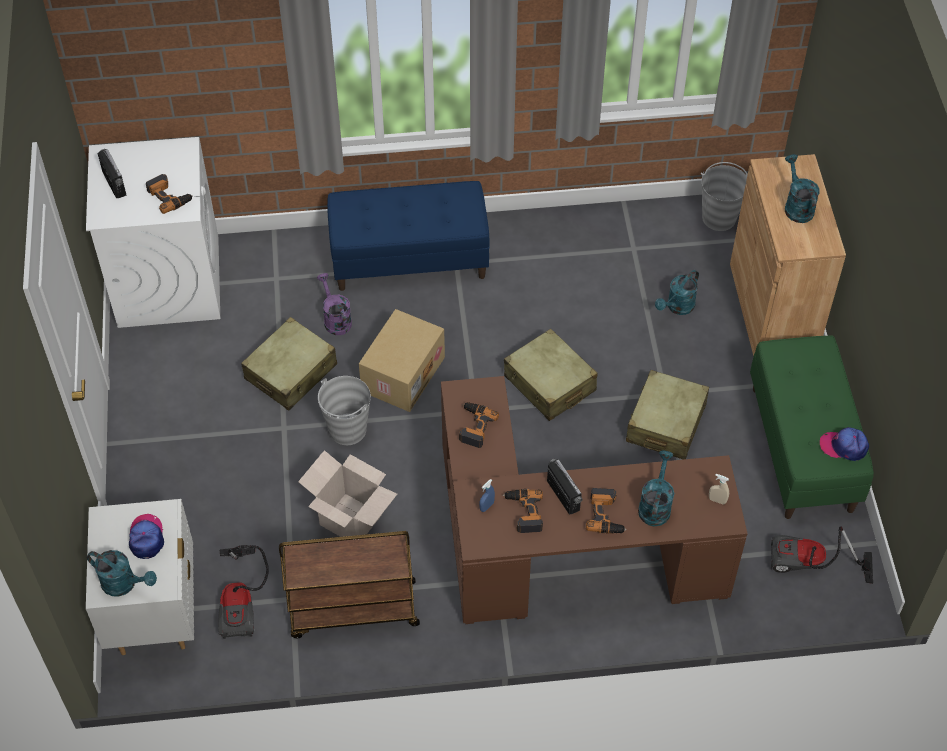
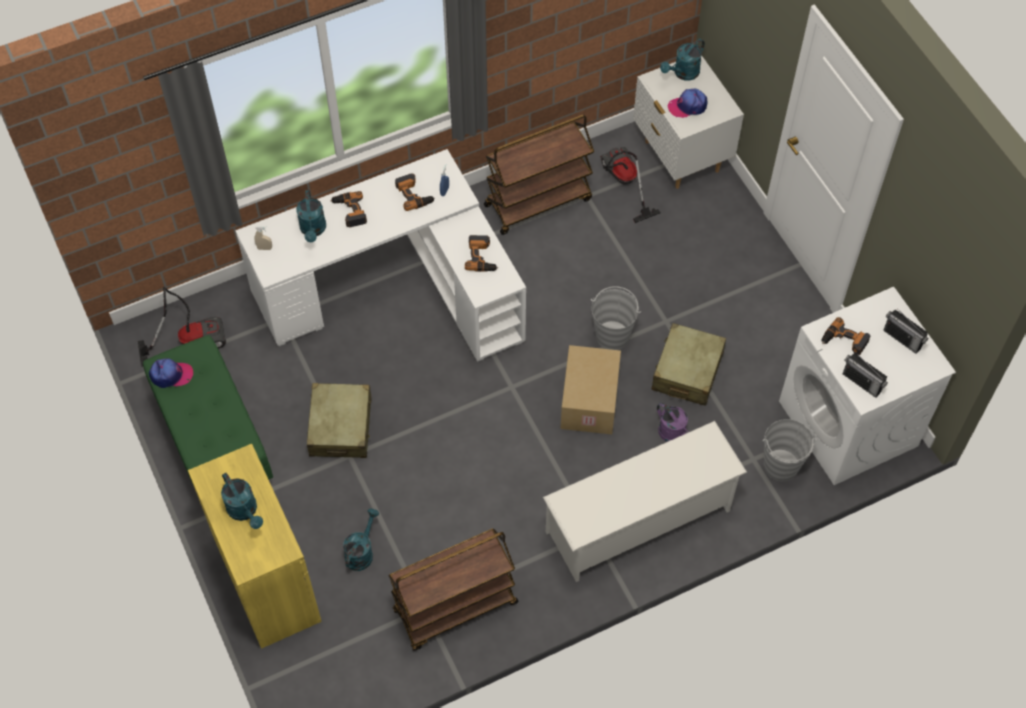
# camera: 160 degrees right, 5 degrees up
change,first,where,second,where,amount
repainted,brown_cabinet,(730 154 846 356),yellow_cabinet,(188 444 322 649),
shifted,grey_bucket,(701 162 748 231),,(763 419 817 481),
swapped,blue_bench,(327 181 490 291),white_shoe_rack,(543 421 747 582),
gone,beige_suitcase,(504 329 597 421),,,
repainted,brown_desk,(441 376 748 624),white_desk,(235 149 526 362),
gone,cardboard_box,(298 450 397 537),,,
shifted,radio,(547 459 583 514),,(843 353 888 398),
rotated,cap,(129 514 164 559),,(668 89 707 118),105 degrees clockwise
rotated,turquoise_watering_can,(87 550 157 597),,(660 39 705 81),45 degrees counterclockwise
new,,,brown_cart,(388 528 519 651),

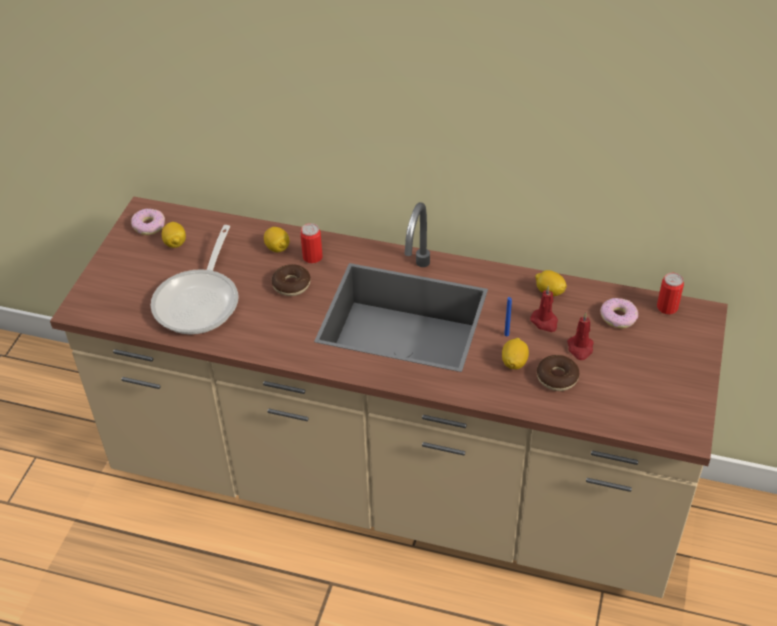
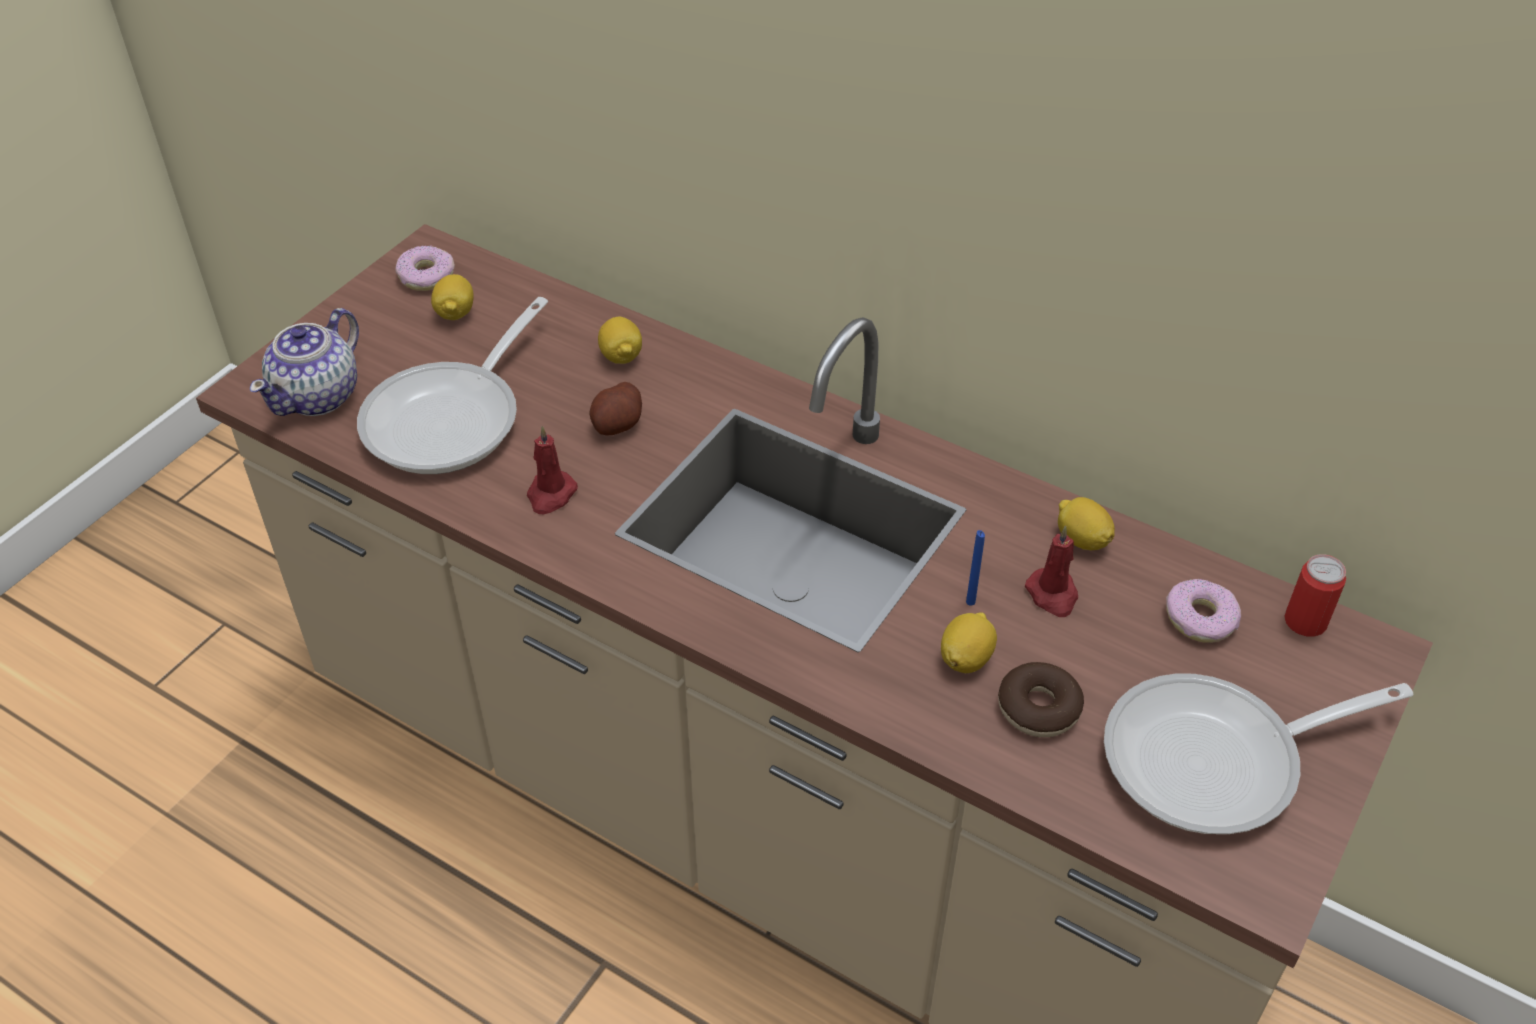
# camera: 15 degrees right, 0 degrees up
change,first,where,second,where,amount
gone,can,(300 223 323 264),,,
swapped,donut,(271 264 310 296),potato,(589 382 642 435),
shifted,red_candle,(567 312 593 360),,(527 426 578 515),
new,,,teapot,(250 308 359 416),
new,,,frying_pan,(1104 673 1413 834),

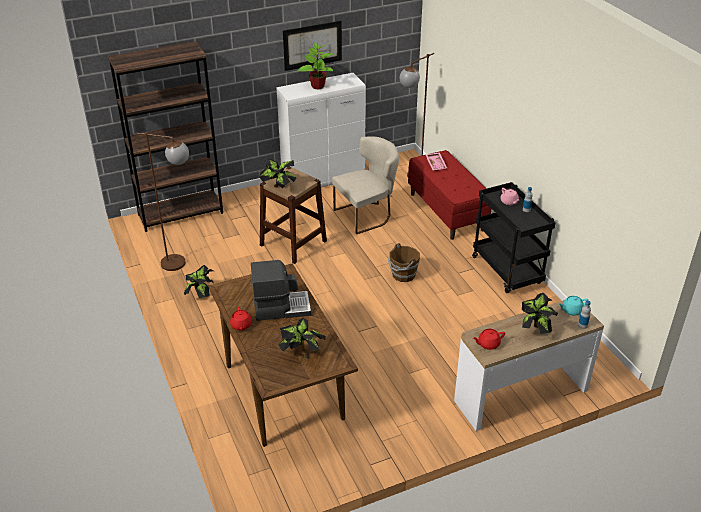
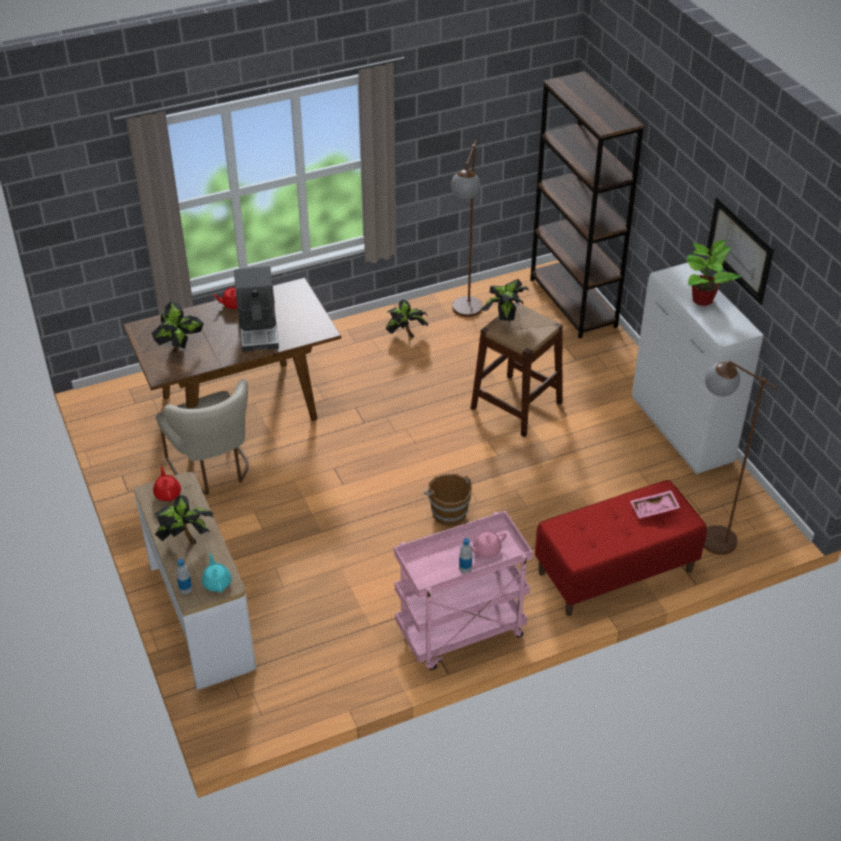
# camera: 90 degrees right, 5 degrees up
change,first,where,second,where,amount
shifted,beige_chair,(332 137 399 234),,(156 379 249 495),
repainted,black_cart,(472 182 556 293),pink_cart,(394 511 533 670),

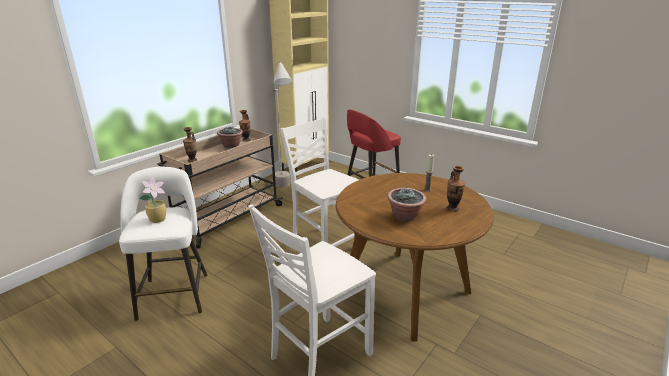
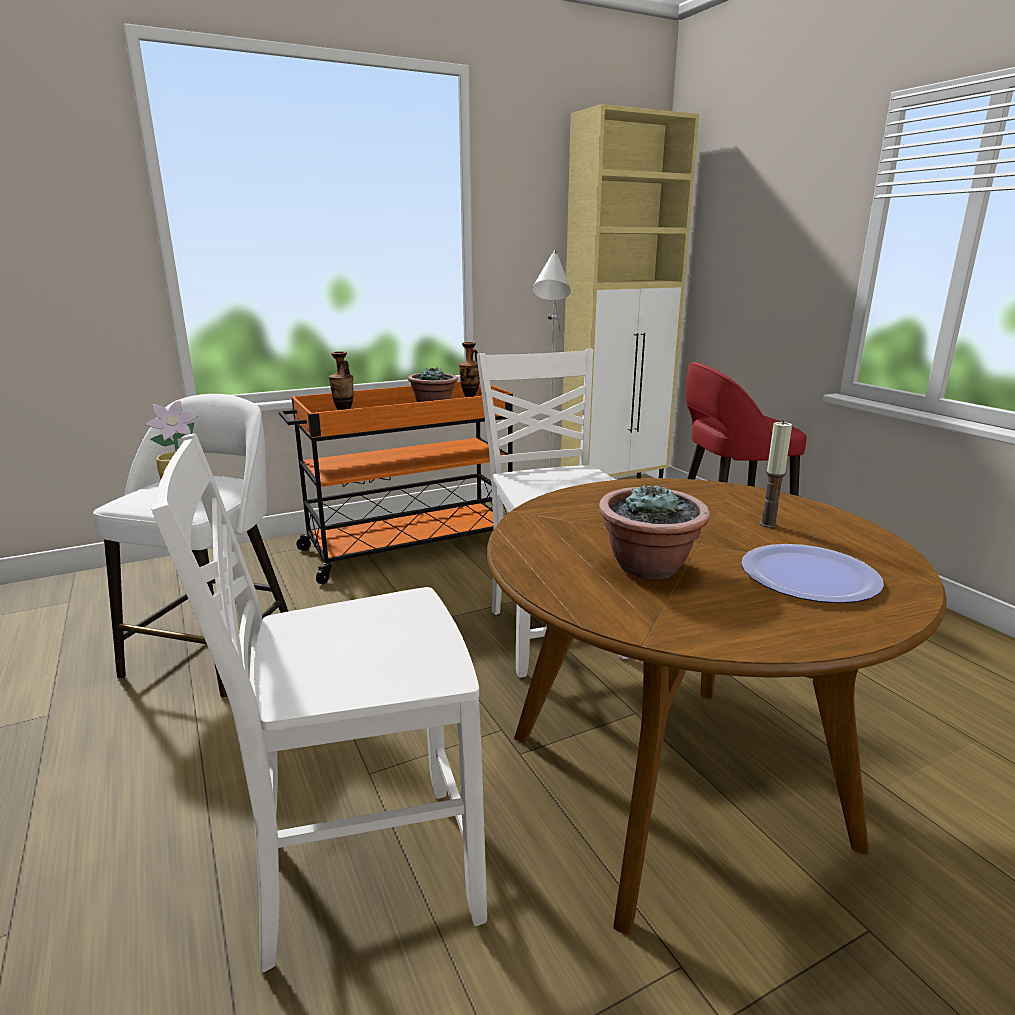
# camera: 25 degrees right, 5 degrees down
change,first,where,second,where,amount
repainted,beige_cart,(157 129 283 249),orange_cart,(279 381 513 584),
swapped,vase,(446 166 465 212),plate,(741 544 884 603),

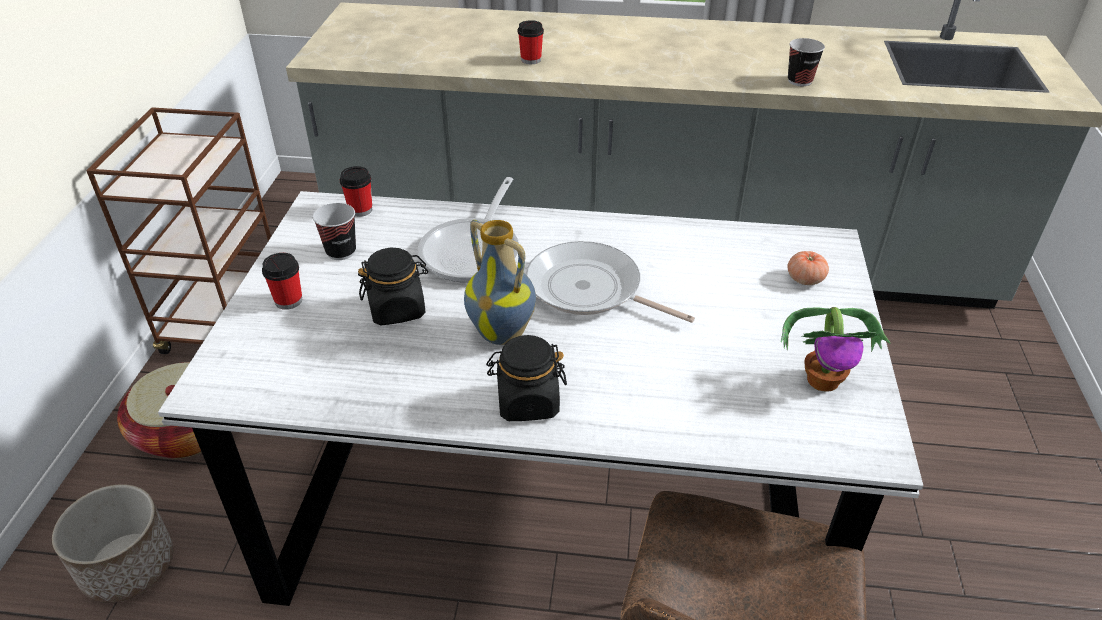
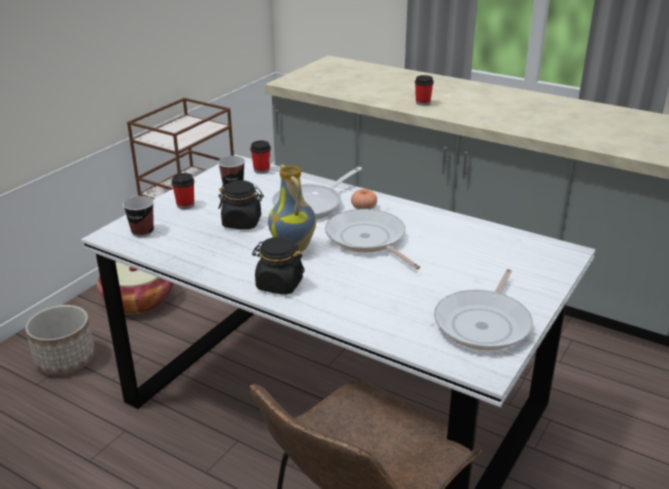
# camera: 25 degrees right, 10 degrees down
change,first,where,second,where,amount
shifted,cup,(788 38 825 86),,(123 196 154 237),
shifted,tomato,(787 251 829 285),,(351 189 377 209),
swapped,potted_plant,(781 307 891 392),frying_pan,(434 269 533 351),

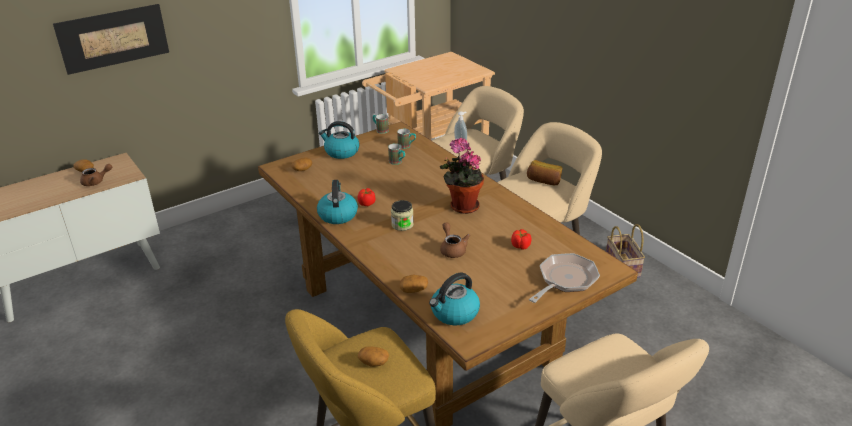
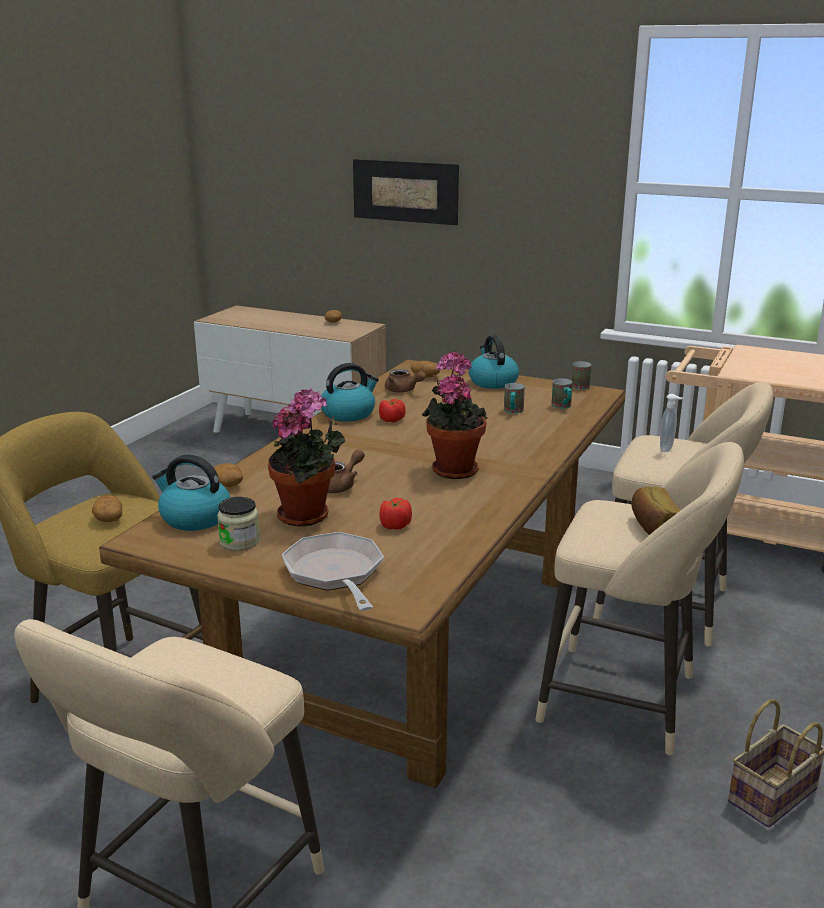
# camera: 60 degrees right, 10 degrees down
change,first,where,second,where,amount
shifted,brown_teapot,(80 164 112 186),,(385 369 426 393),
shifted,jar,(391 200 414 231),,(217 497 260 551),
rotated,frying_pan,(529 253 600 303),,(282 532 384 611),120 degrees counterclockwise
new,,,potted_plant,(268 388 345 527),

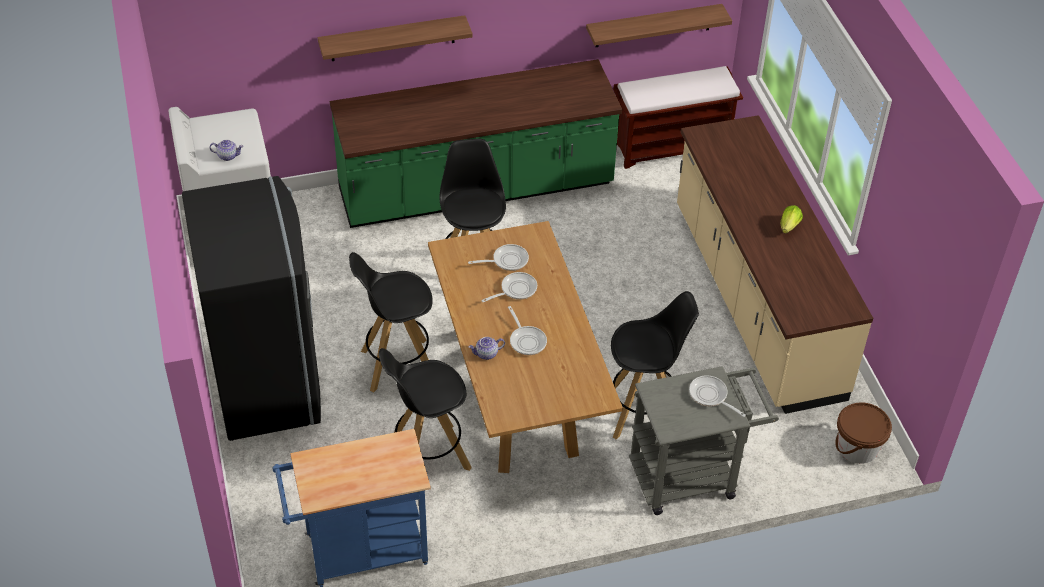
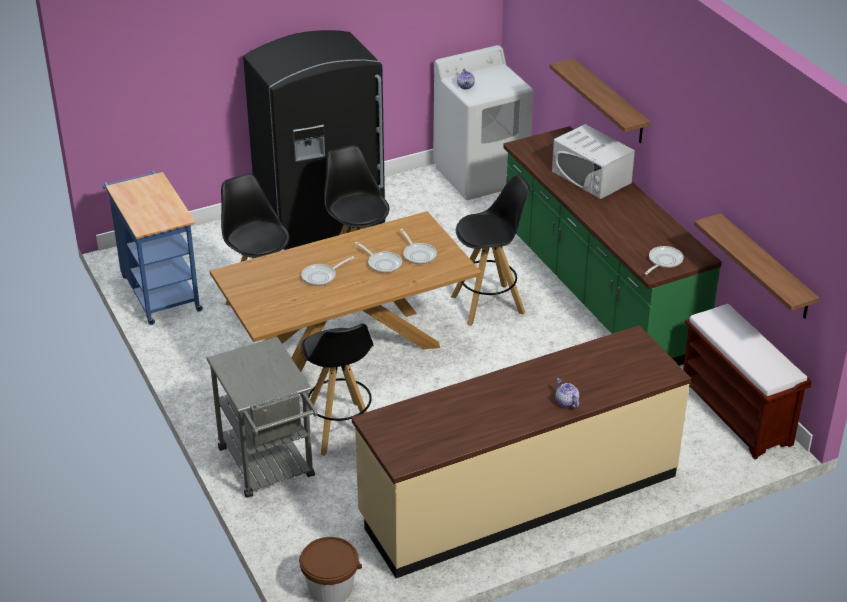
# camera: 80 degrees right, 10 degrees down
change,first,where,second,where,amount
gone,lettuce,(781 205 803 234),,,
shifted,teapot,(468 337 505 360),,(555 378 579 408),
shifted,frying_pan,(689 375 746 417),,(644 246 683 275),
new,,,white_microwave,(552 124 635 199),

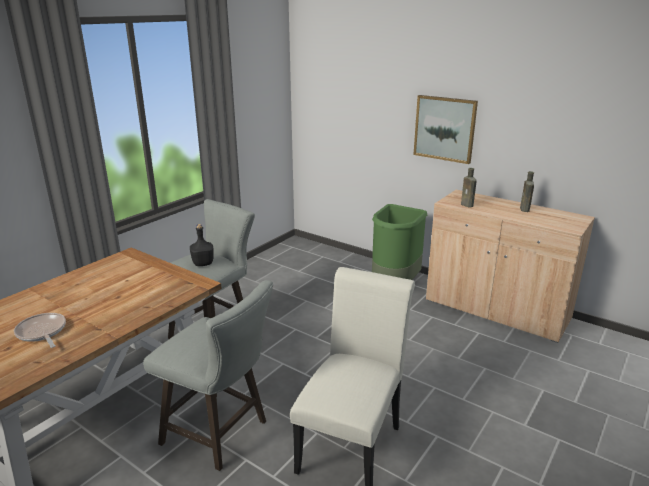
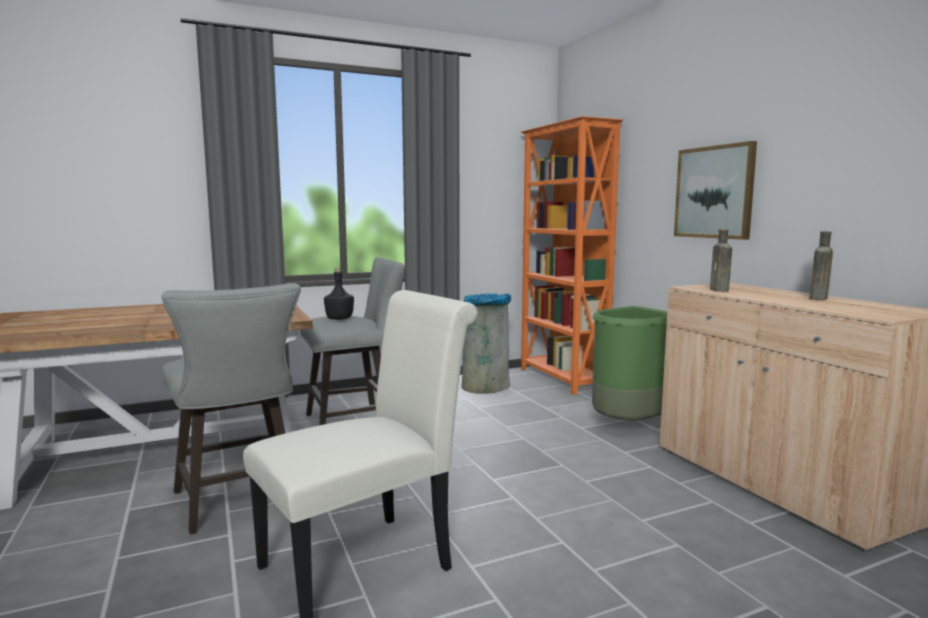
# camera: 30 degrees right, 15 degrees down
change,first,where,second,where,amount
gone,frying_pan,(14 313 66 348),,,
new,,,orange_bookcase,(521 116 623 395),
new,,,grey_trash_can,(461 293 511 394),

